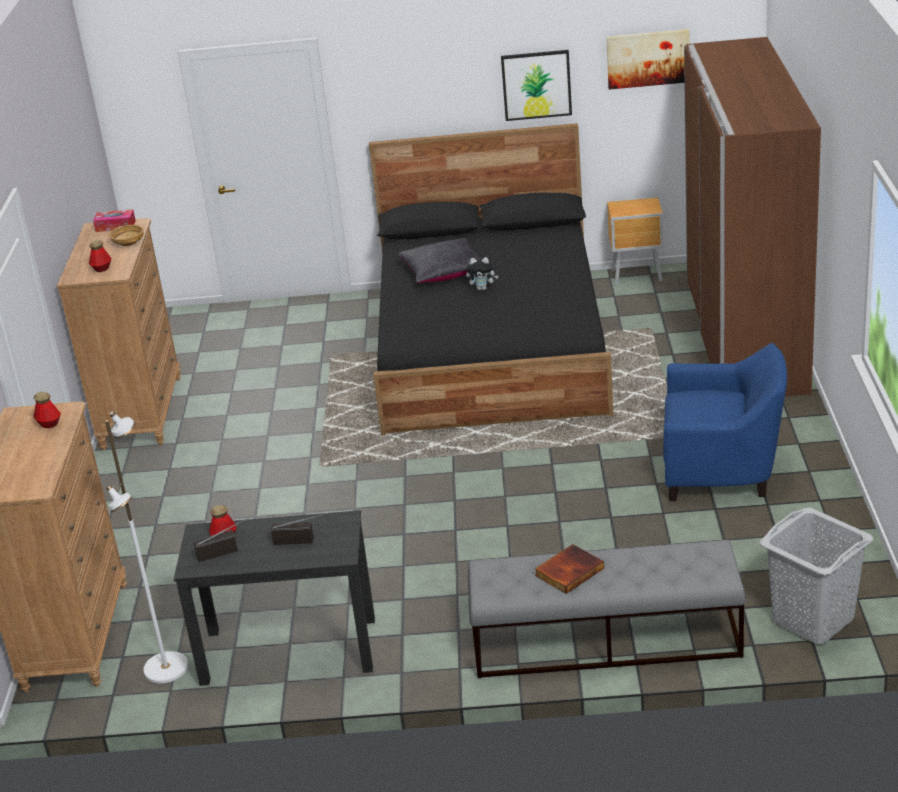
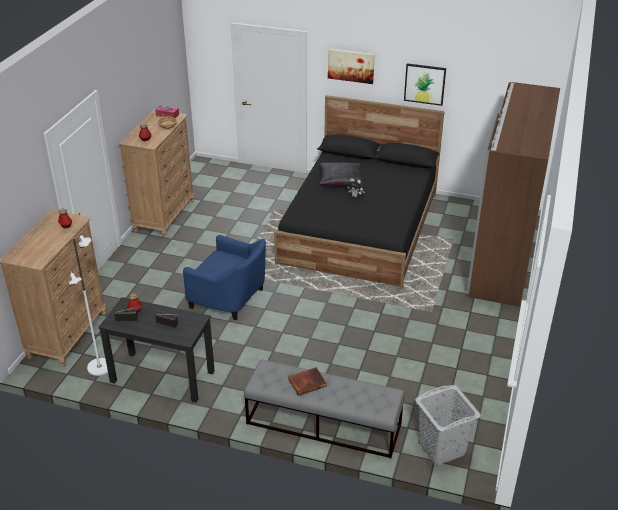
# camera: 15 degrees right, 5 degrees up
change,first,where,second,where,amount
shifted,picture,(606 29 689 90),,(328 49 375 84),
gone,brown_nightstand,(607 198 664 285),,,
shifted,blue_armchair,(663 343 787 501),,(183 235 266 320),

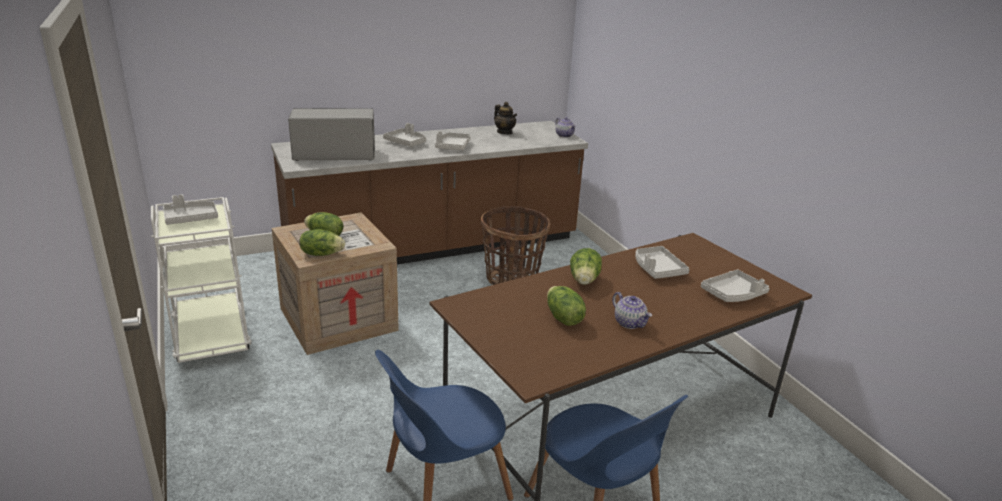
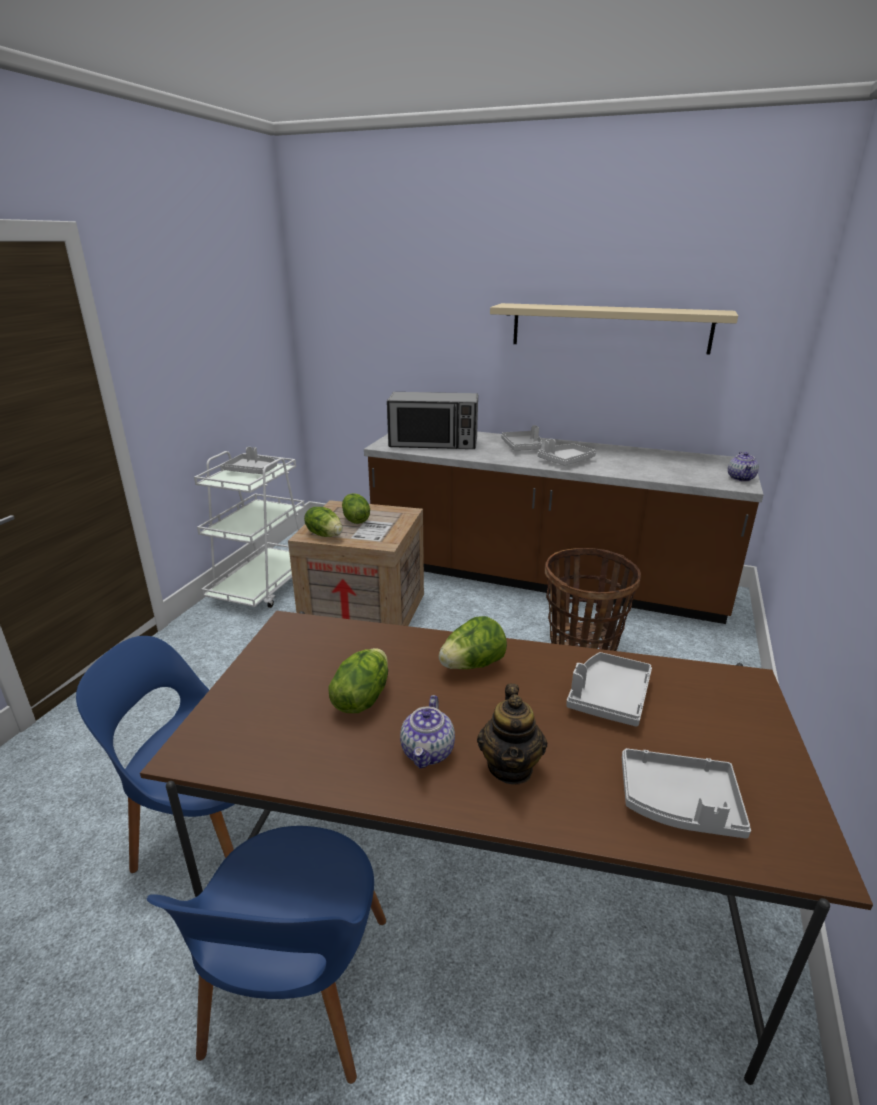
# camera: 45 degrees right, 0 degrees up
change,first,where,second,where,amount
shifted,teapot,(494 102 517 134),,(477 684 547 784),
rotated,microwave,(288 108 375 161),,(387 392 478 449),150 degrees clockwise
new,,,beige_shelf,(490 303 738 354),

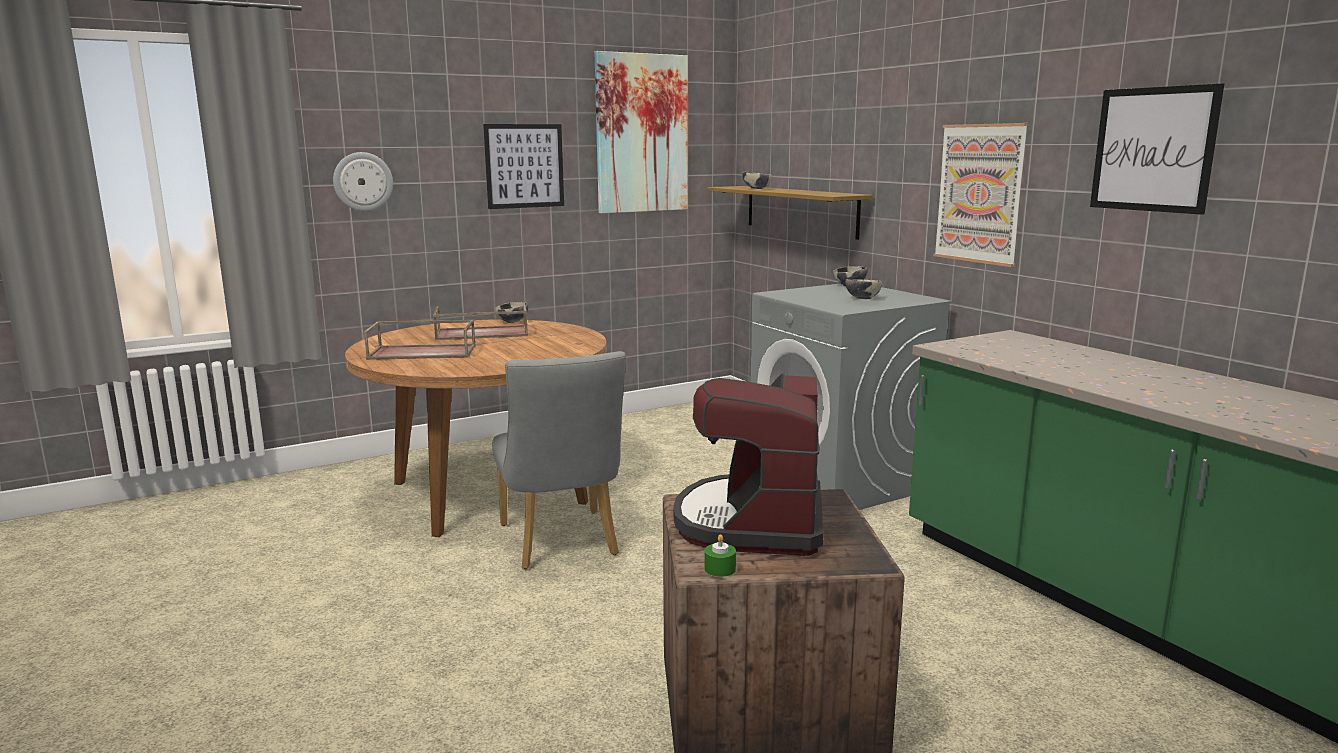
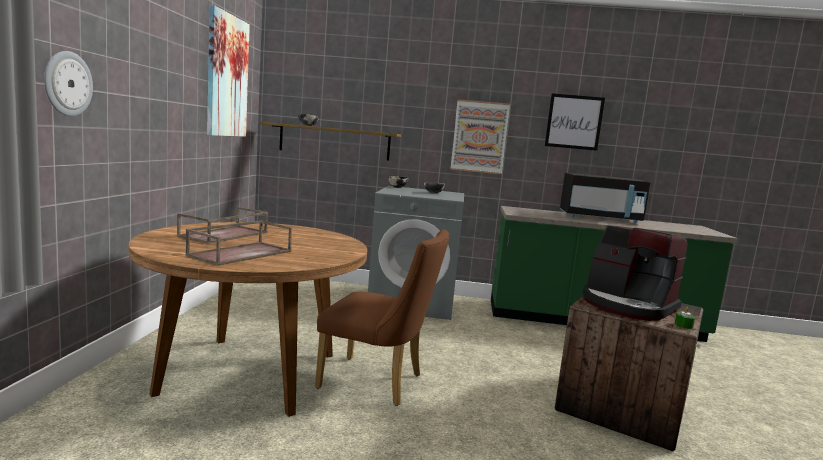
# camera: 55 degrees left, 5 degrees down
change,first,where,second,where,amount
gone,picture,(483 124 564 209),,,
gone,bowl,(495 302 528 323),,,
repainted,grey_chair,(492 351 626 569),brown_chair,(315 229 449 406),
new,,,black_microwave,(560 173 651 223),

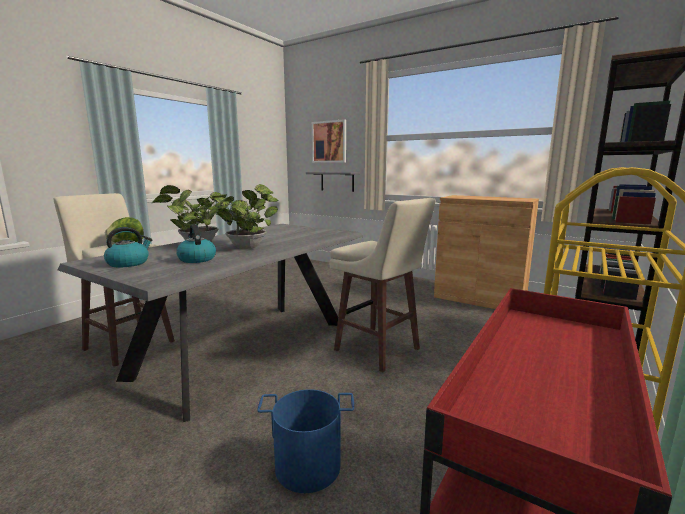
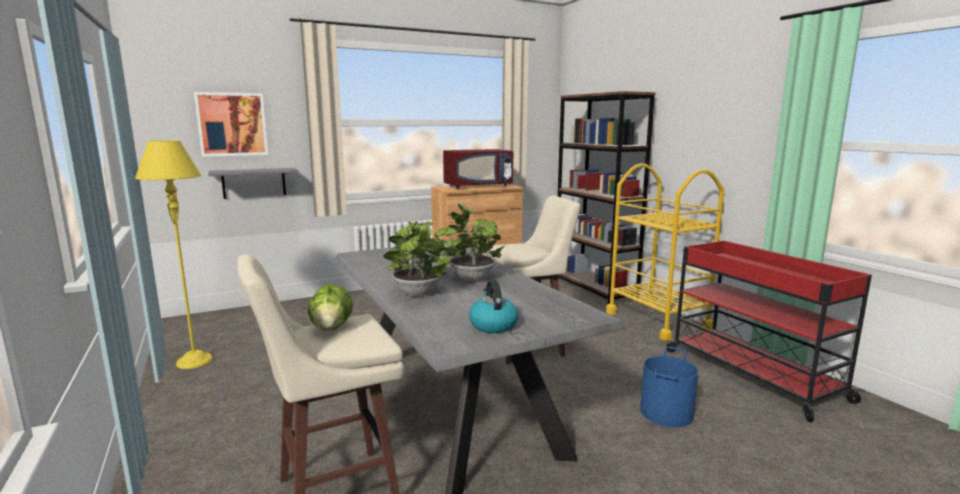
# camera: 60 degrees left, 0 degrees up
change,first,where,second,where,amount
gone,kettle,(176 224 216 263),,,
new,,,yellow_floor_lamp,(135 140 213 369),
new,,,red_microwave,(443 149 513 189),

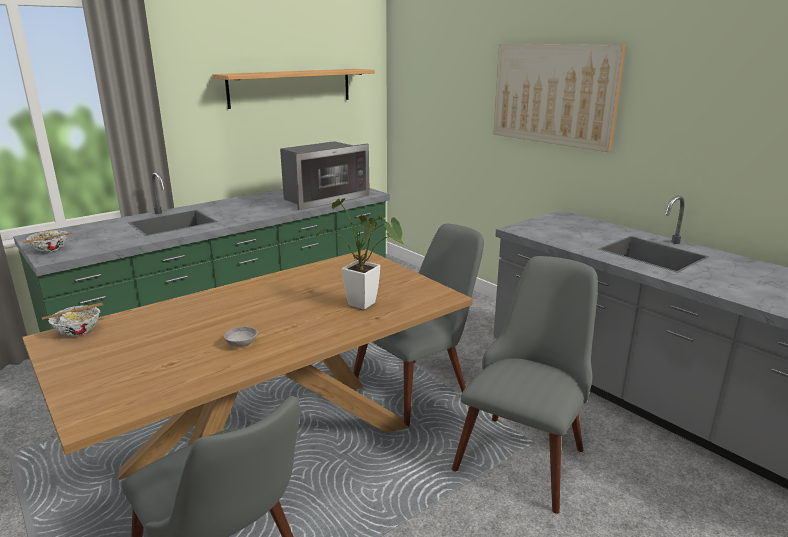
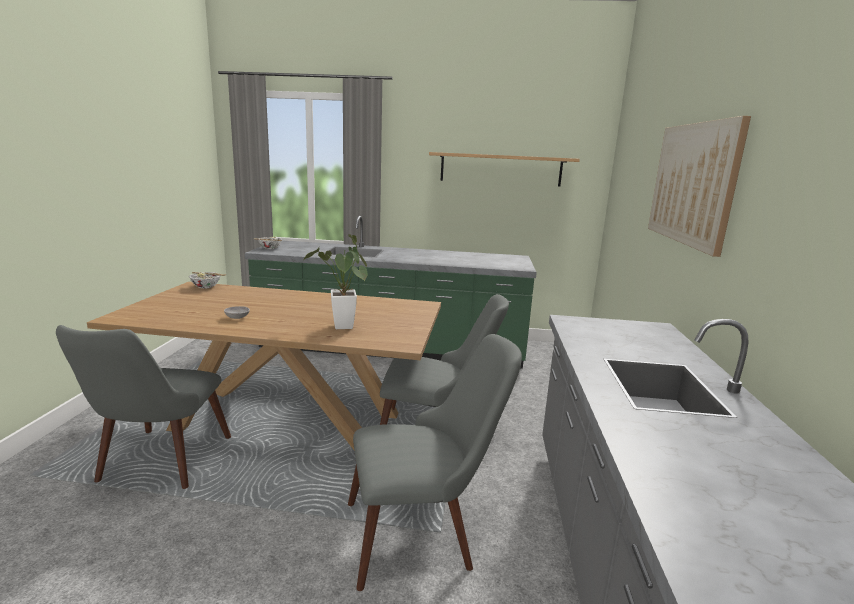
# camera: 45 degrees right, 5 degrees down
change,first,where,second,where,amount
gone,microwave,(280 141 370 210),,,

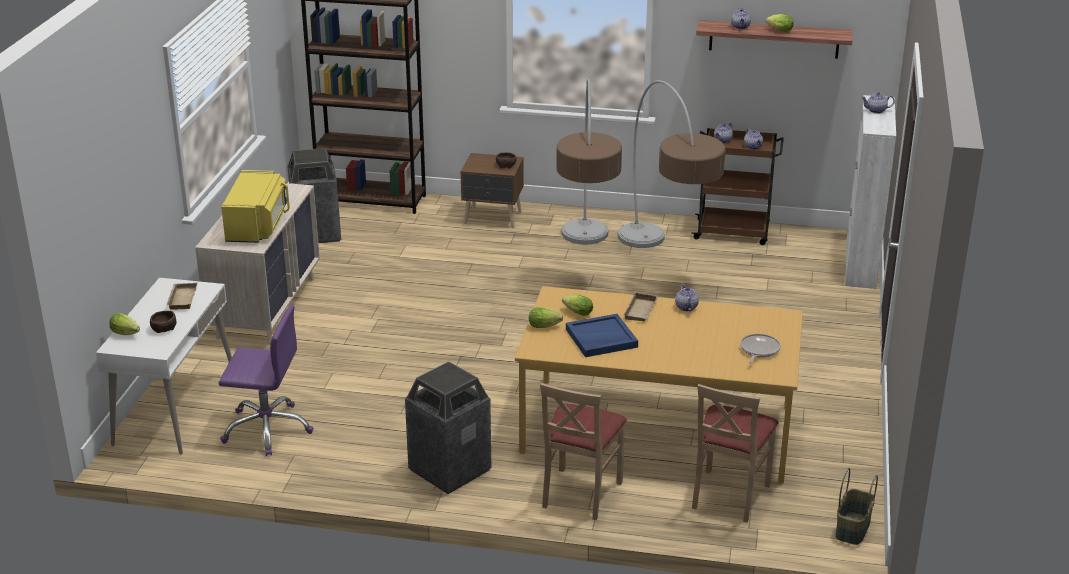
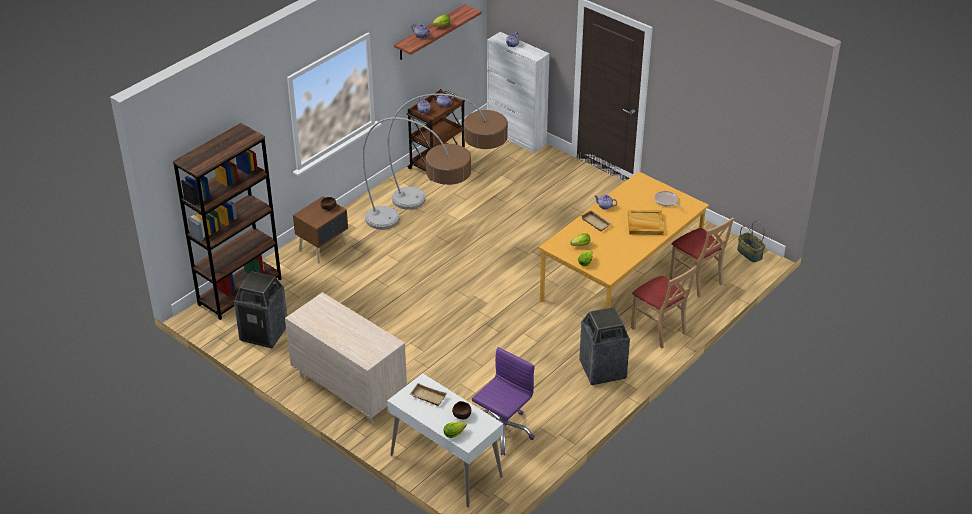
# camera: 60 degrees left, 10 degrees up
change,first,where,second,where,amount
gone,yellow_microwave,(221 170 290 243),,,
gone,blue_tray,(566 314 638 357),,,
new,,,beige_tray,(628 210 664 235),

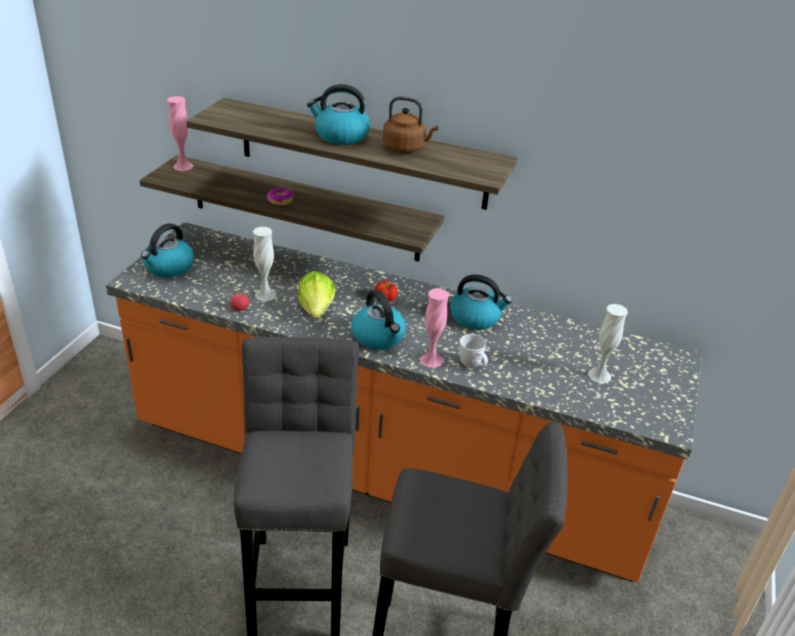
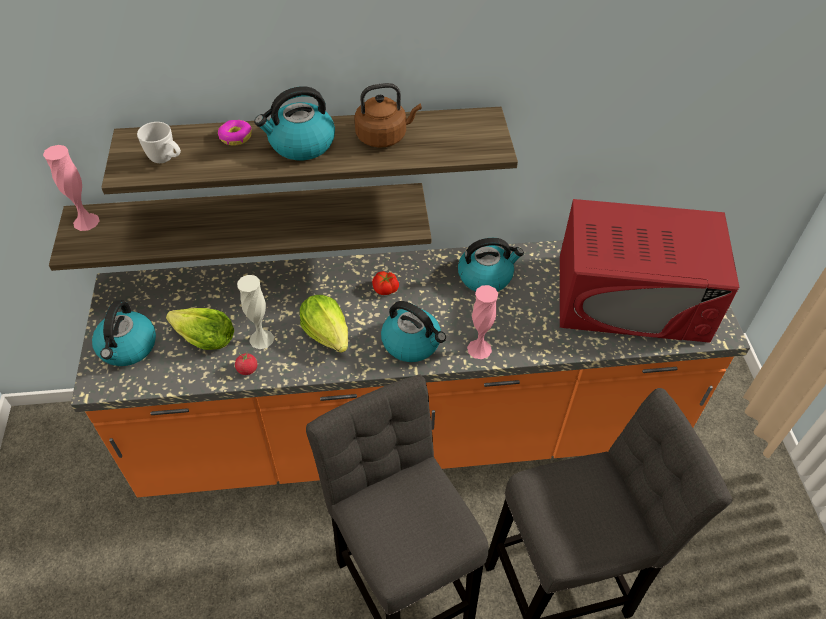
# camera: 25 degrees left, 15 degrees up
change,first,where,second,where,amount
shifted,donut,(267 188 293 205),,(218 120 252 146),
swapped,white_vase,(588 304 628 383),red_microwave,(560 199 739 343),
shifted,white_mug,(459 334 488 367),,(137 122 181 163),
new,,,lettuce,(166 308 234 350),

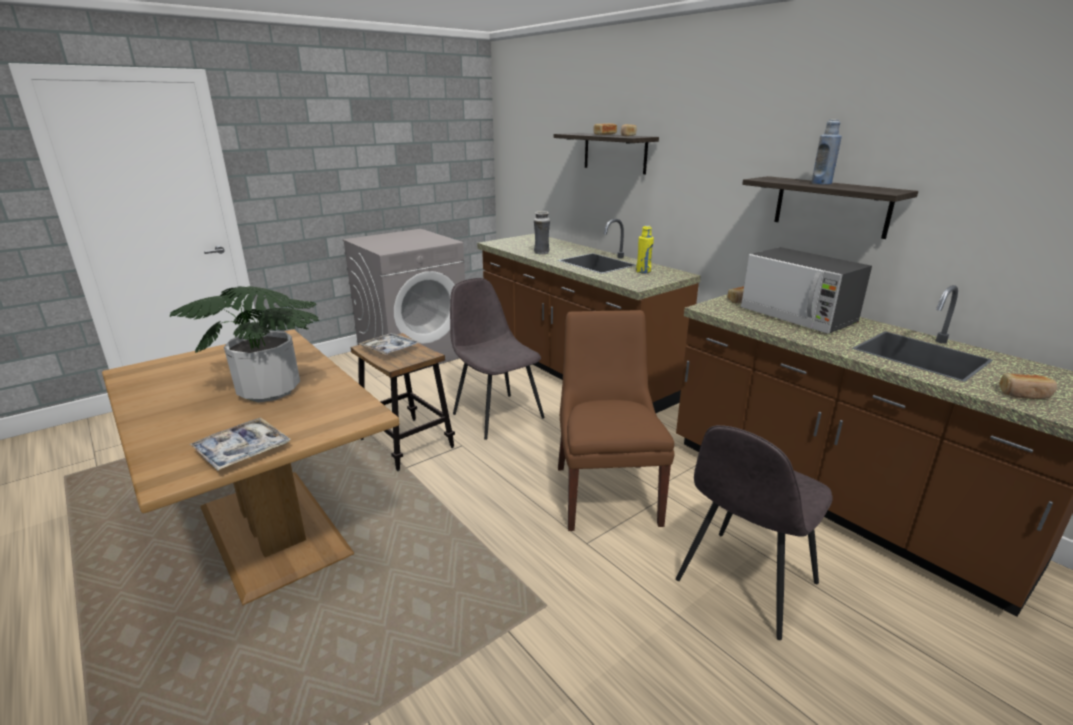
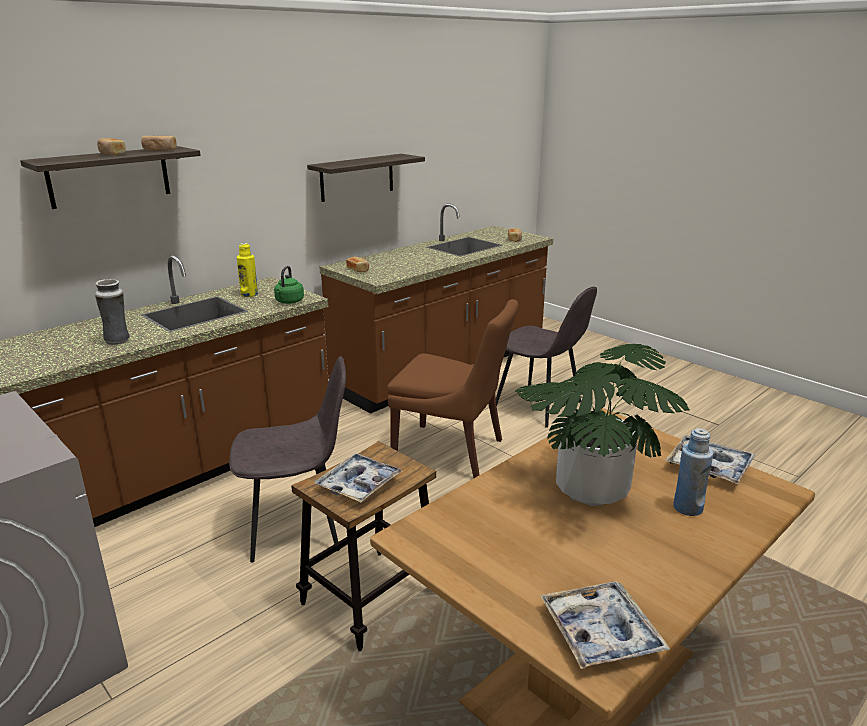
# camera: 95 degrees left, 0 degrees up
change,first,where,second,where,amount
shifted,blue_bottle,(812 120 842 185),,(673 428 713 516),
gone,microwave,(741 247 872 334),,,
rotated,grey_chair,(450 278 545 440),,(229 356 346 562),150 degrees counterclockwise
rotated,brown_chair,(558 310 674 531),,(387 299 519 478),150 degrees counterclockwise
new,,,green_kettle,(274 266 304 304),
new,,,tray,(540 581 670 669),

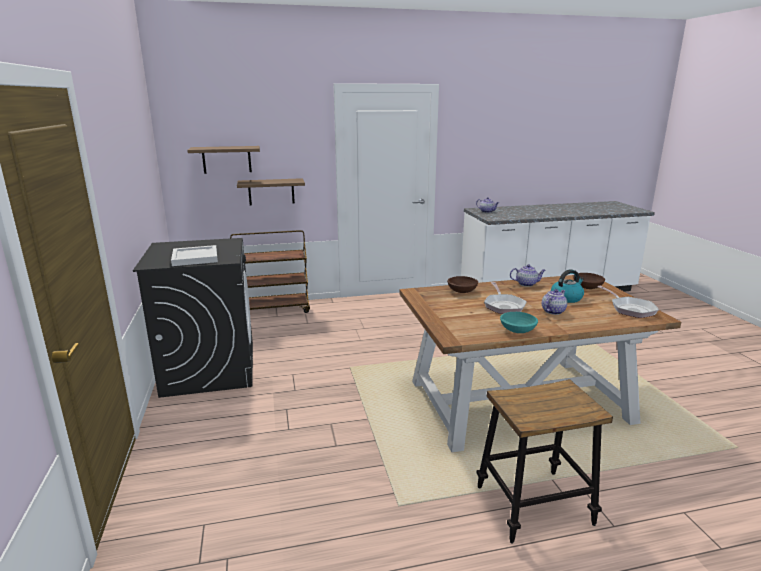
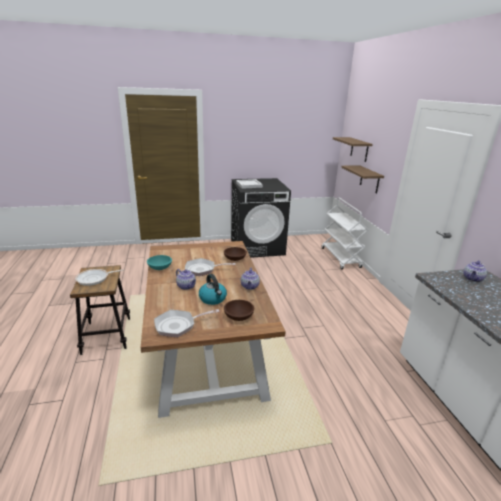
# camera: 90 degrees right, 5 degrees up
change,first,where,second,where,amount
repainted,brown_cart,(230 230 310 313),white_cart,(321 197 369 270),
new,,,frying_pan,(75 269 124 286),

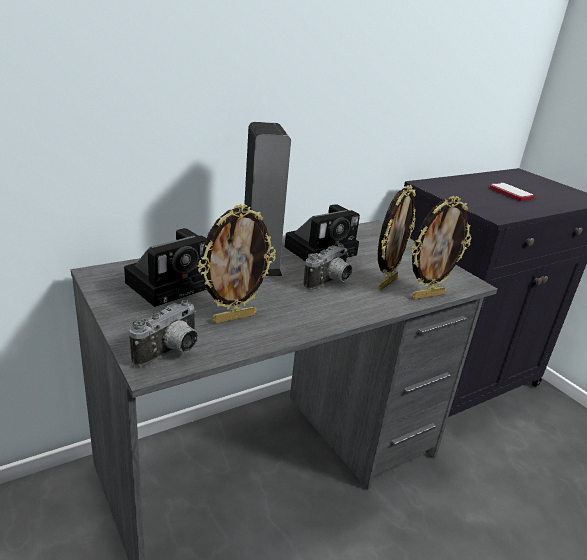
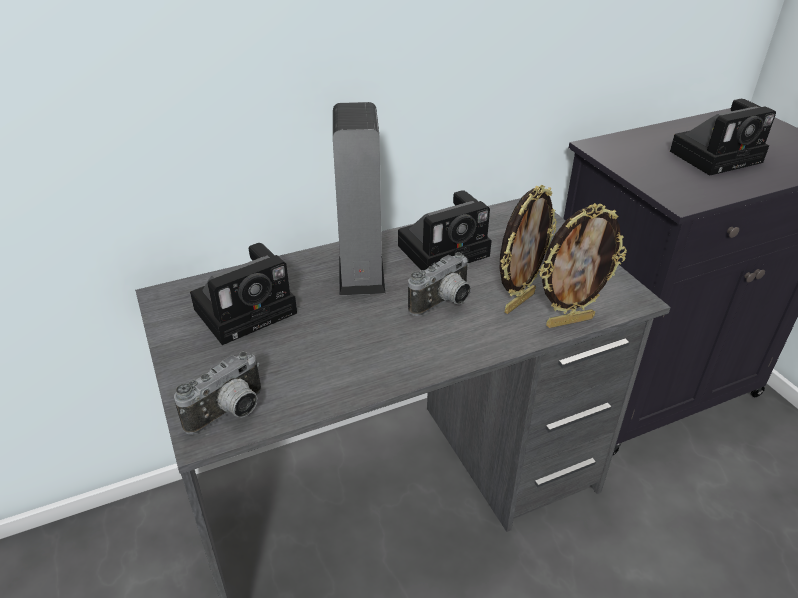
# camera: 10 degrees right, 10 degrees up
change,first,where,second,where,amount
swapped,phone,(489 183 535 201),photo_camera,(670 99 776 176),
gone,picture_frame,(198 204 276 324),,,

